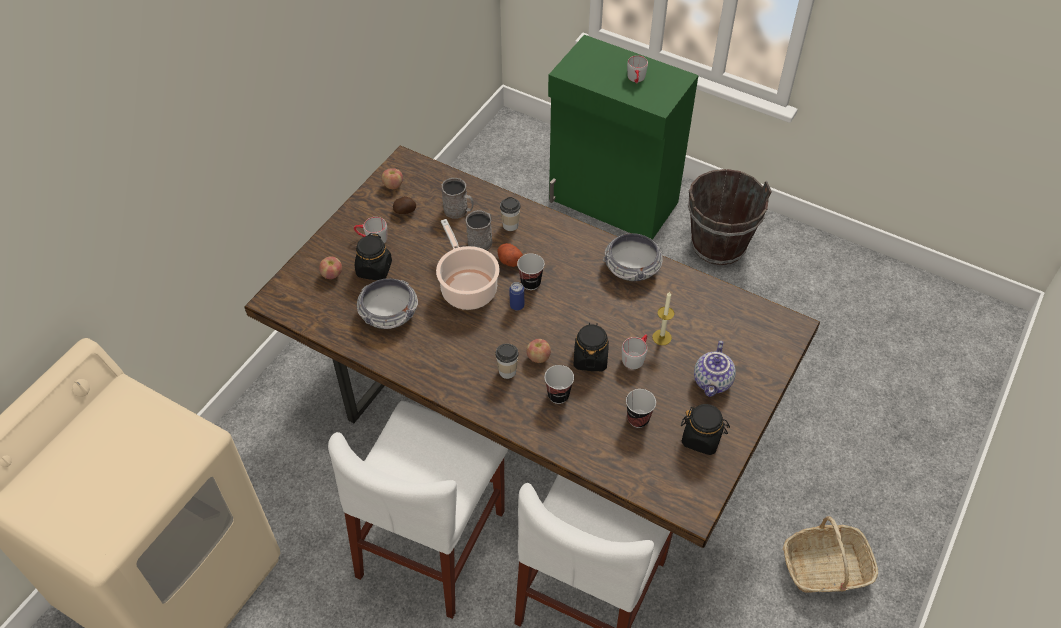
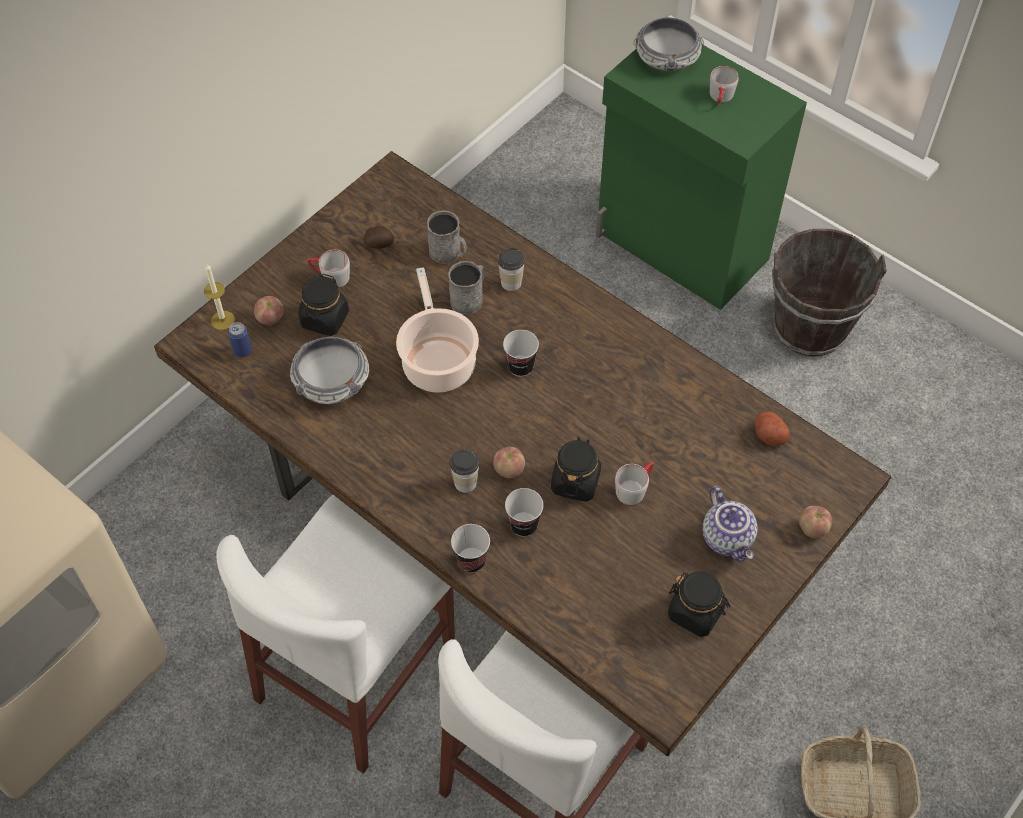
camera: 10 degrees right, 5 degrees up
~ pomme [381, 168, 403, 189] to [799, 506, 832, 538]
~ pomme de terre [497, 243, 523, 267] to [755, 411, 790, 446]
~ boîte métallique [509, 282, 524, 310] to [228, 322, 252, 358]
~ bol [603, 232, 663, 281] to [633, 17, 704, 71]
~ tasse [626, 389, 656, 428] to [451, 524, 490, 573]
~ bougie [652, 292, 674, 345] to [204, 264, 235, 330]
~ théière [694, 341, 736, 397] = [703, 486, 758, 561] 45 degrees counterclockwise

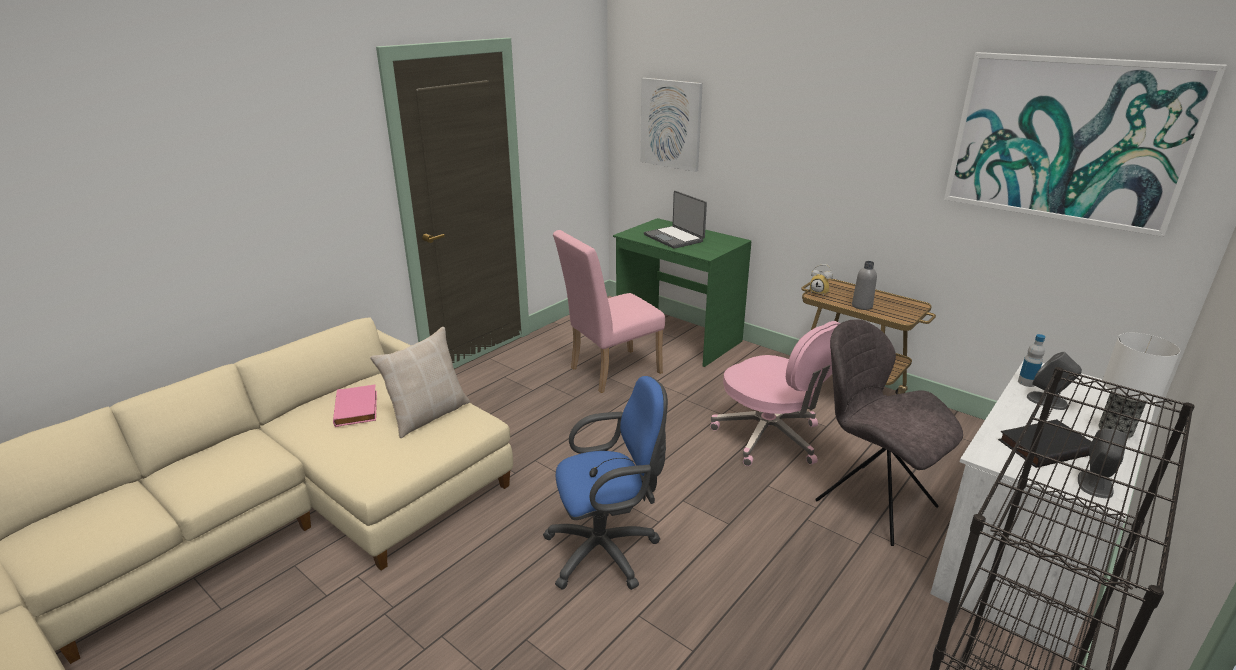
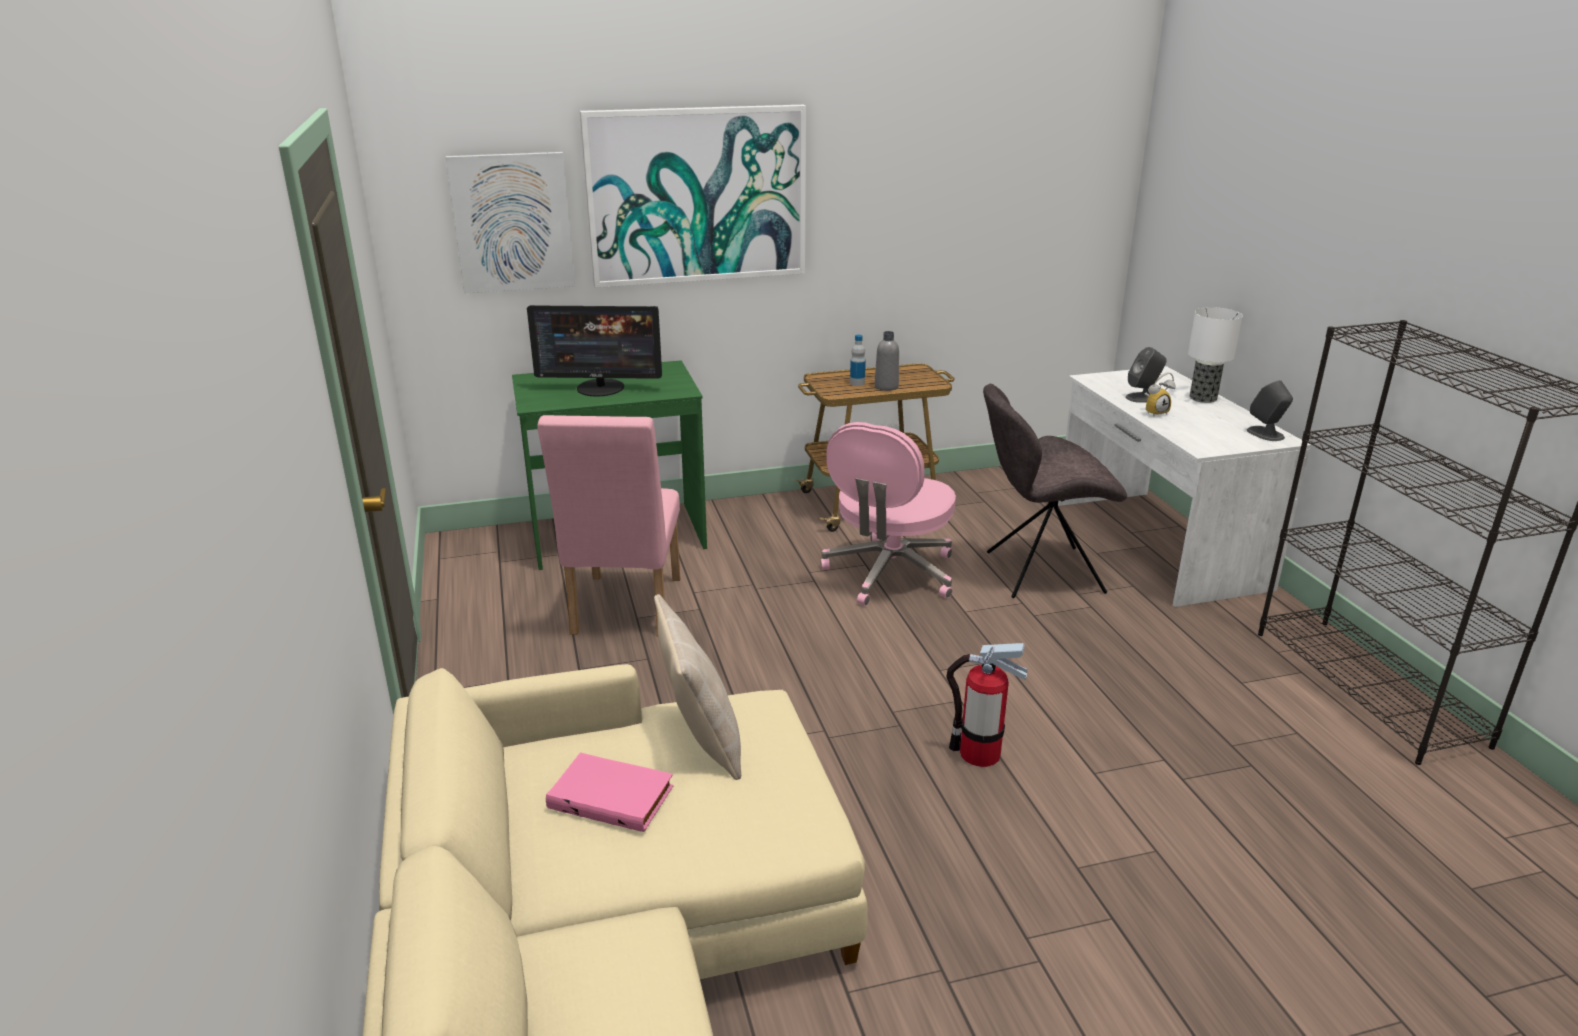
camera: 55 degrees left, 0 degrees up
- livre/noir [998, 419, 1092, 468]
~ réveil [810, 264, 833, 295] to [1145, 372, 1176, 416]
~ tableau [944, 52, 1227, 237] to [580, 105, 806, 288]
~ bouteille [1018, 334, 1045, 387] to [850, 335, 866, 386]
~ chaise de bureau/bleu [543, 376, 668, 590] to extincteur [946, 643, 1028, 767]
~ ordinateur portable [644, 191, 707, 249] to écran d'ordinateur [527, 305, 662, 396]
~ chaise de bureau/rose [710, 321, 841, 466] = [820, 422, 956, 606] 120 degrees clockwise

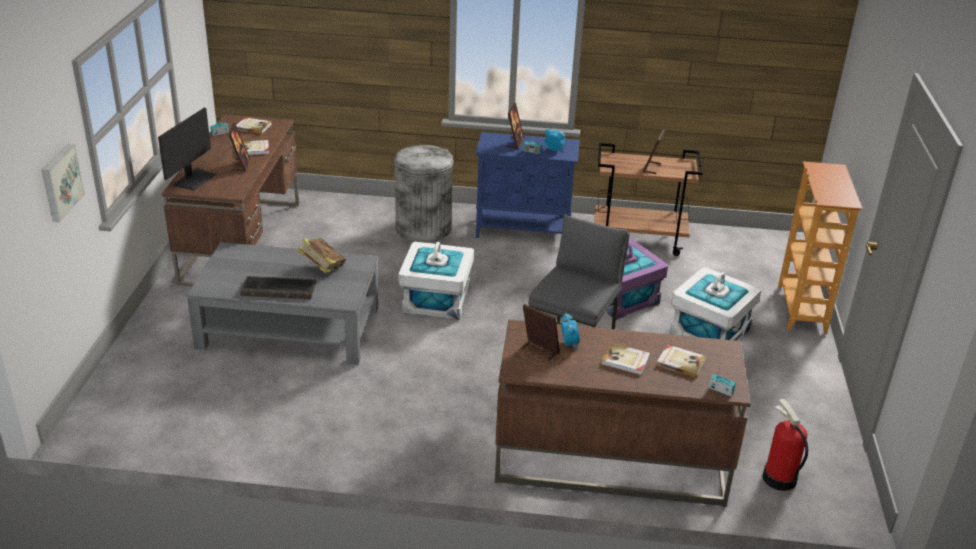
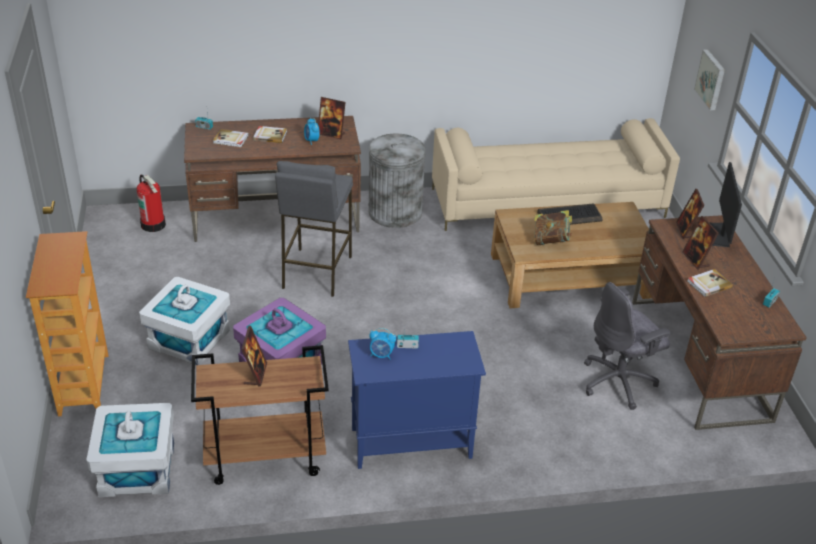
camera: 165 degrees right, 5 degrees up
- livre [236, 117, 272, 134]
+ canapé/beige [432, 118, 680, 231]
+ chaise de bureau/gris [584, 282, 671, 410]
~ poubelle/gris [394, 145, 453, 242] to [369, 134, 426, 228]
~ boîte de rangement/blanc [399, 242, 474, 320] to [86, 403, 174, 497]
~ cadre photo [506, 103, 524, 149] to [676, 189, 704, 239]
~ table basse/gris [187, 242, 378, 365] to table basse/marron [491, 202, 652, 308]

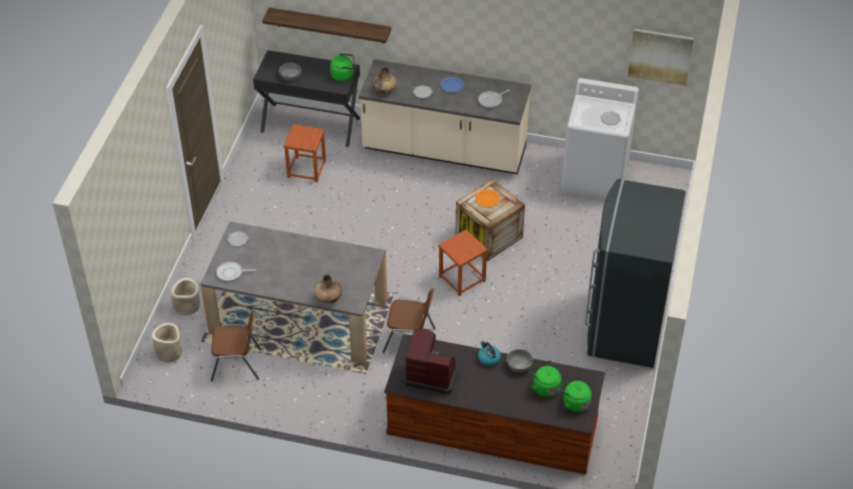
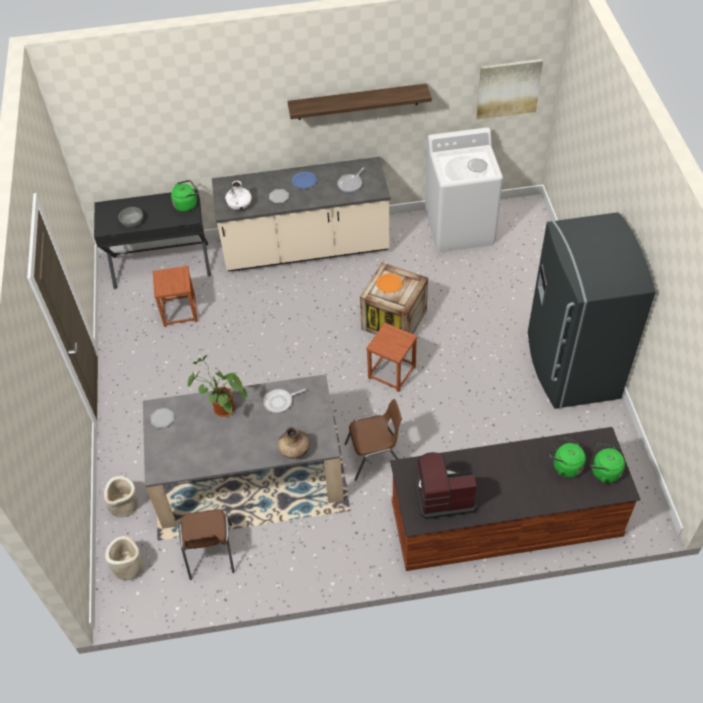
camera: 20 degrees left, 5 degrees up
- bouilloire [478, 341, 501, 366]
- bol/gris [507, 349, 533, 373]
+ plante en pot [188, 355, 247, 417]
~ poêle [216, 261, 257, 282] to [263, 388, 306, 414]
~ étagère [262, 8, 391, 43] to [288, 83, 432, 120]
~ vase/marron [372, 66, 397, 93] to vase/blanc [225, 181, 252, 210]
~ chaise/marron [211, 310, 261, 382] = [179, 509, 235, 580] 105 degrees clockwise

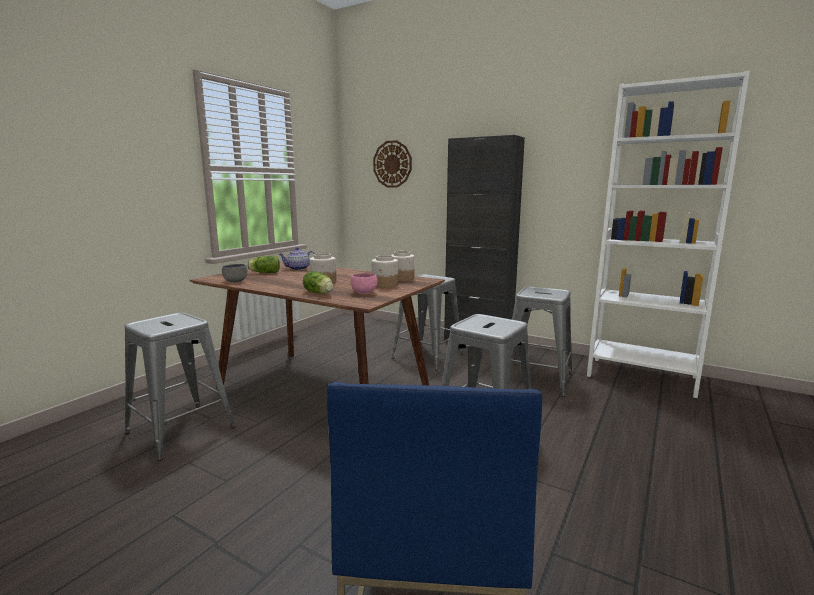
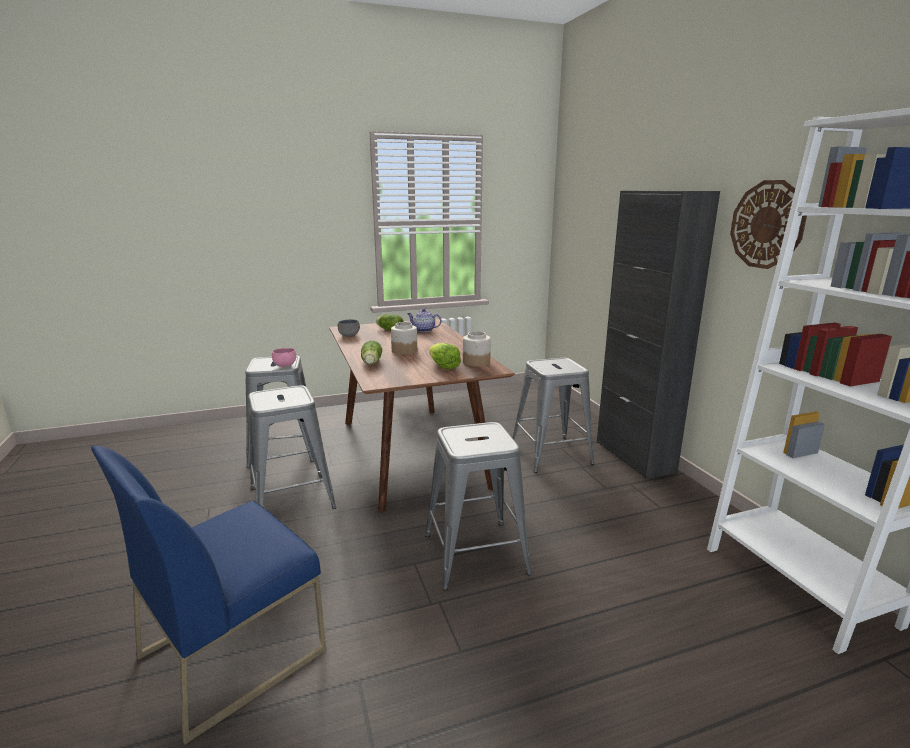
camera: 40 degrees right, 5 degrees up
~ bol/rose [351, 273, 378, 294] to [272, 348, 296, 367]
~ horloge murale [373, 140, 412, 188] to [730, 180, 807, 269]
~ tabouret/gris [511, 287, 573, 397] to [248, 385, 336, 509]
~ bocal [372, 255, 398, 288] to laitue [429, 343, 461, 369]

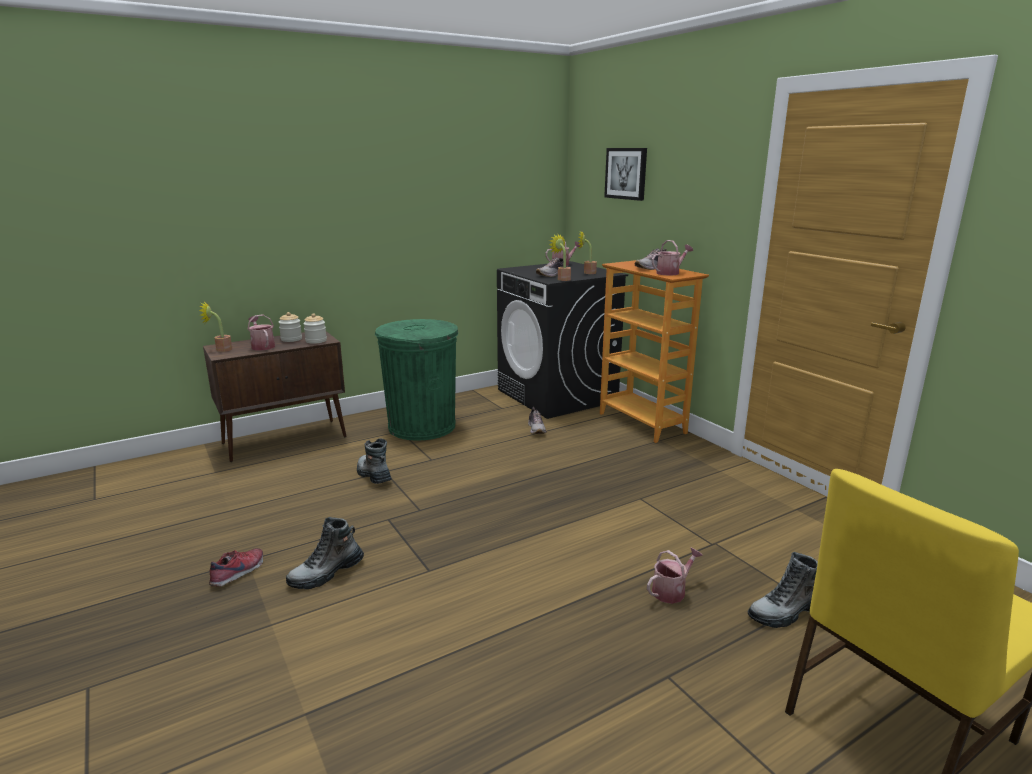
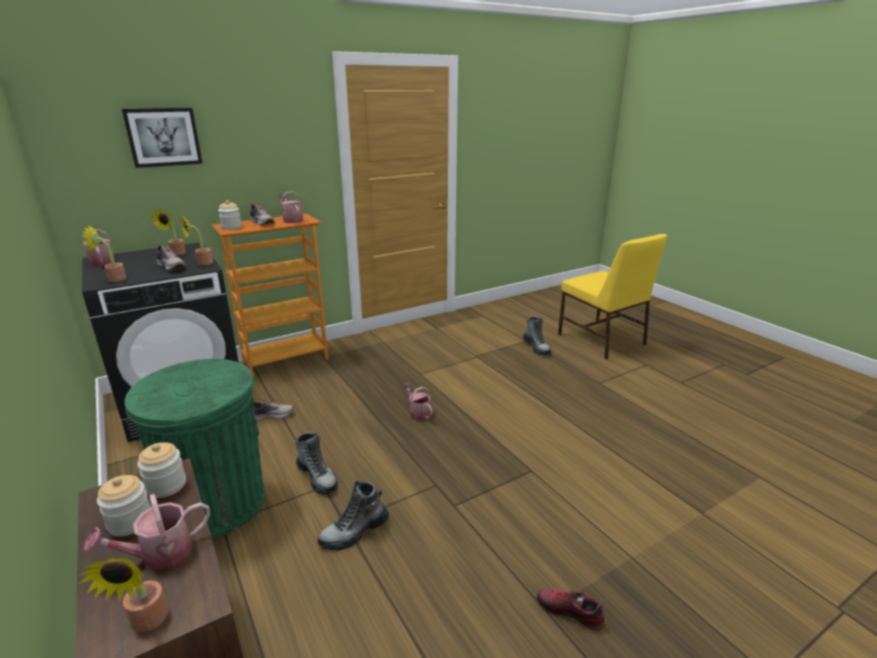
camera: 90 degrees left, 5 degrees up
+ plante en pot [81, 226, 127, 282]
+ bocal [218, 200, 242, 229]
~ botte [286, 517, 364, 589] to [296, 432, 338, 495]
~ arrosoir [647, 547, 703, 604] to [402, 383, 433, 421]

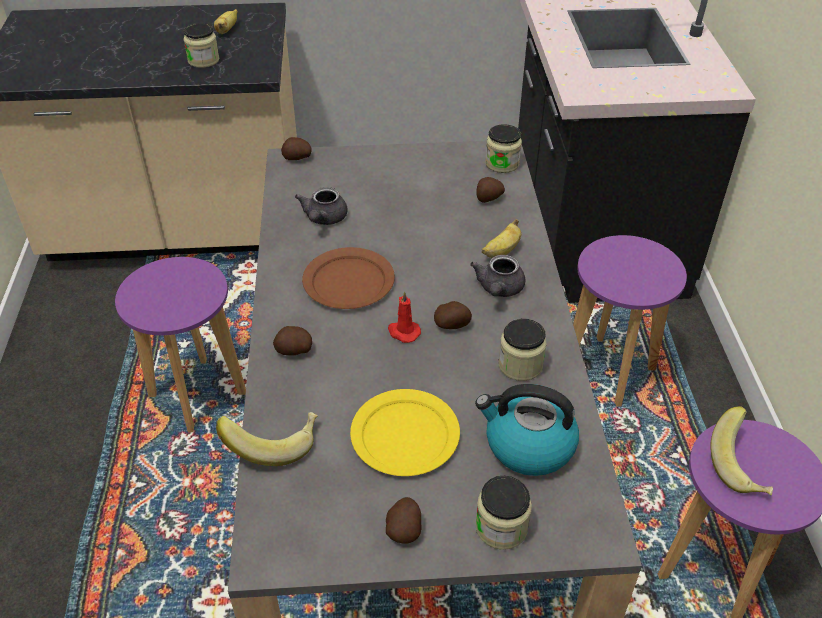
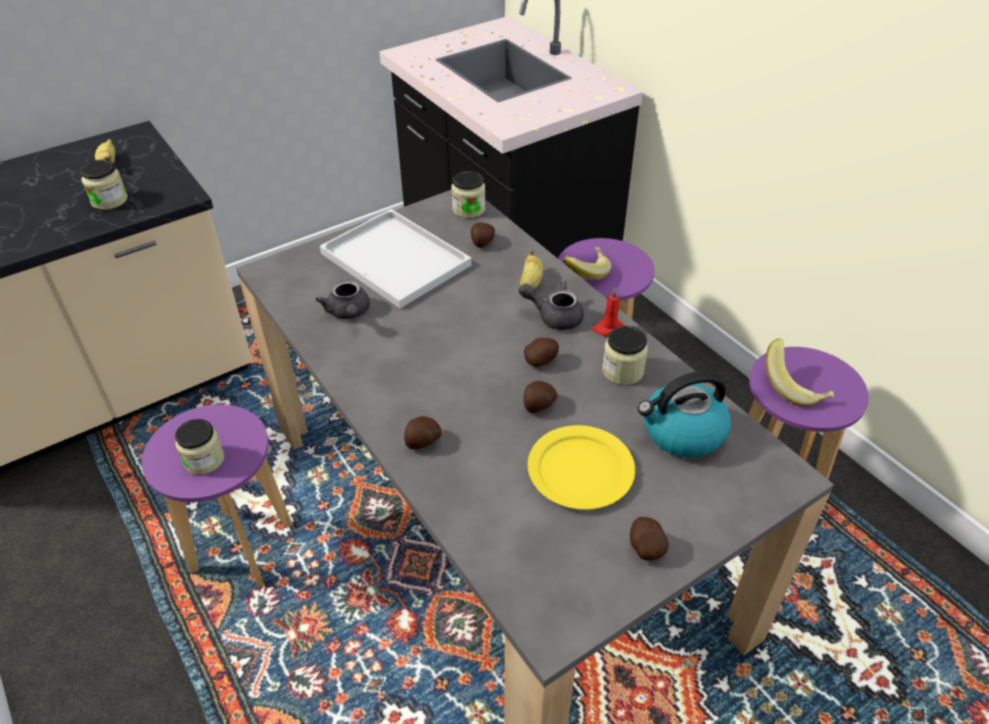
camera: 30 degrees left, 0 degrees up
- assiette/marron [302, 247, 395, 309]
+ plateau/blanc [320, 209, 472, 308]
~ banane [216, 412, 318, 466] to [563, 247, 611, 280]
~ pomme de terre [281, 137, 311, 160] to [524, 381, 558, 413]
~ bougie/rouge [388, 291, 421, 343] to [592, 288, 625, 337]
~ bocal [475, 476, 532, 550] to [175, 419, 224, 475]
~ théière/gris [470, 255, 525, 297] = [519, 279, 584, 330] 120 degrees clockwise

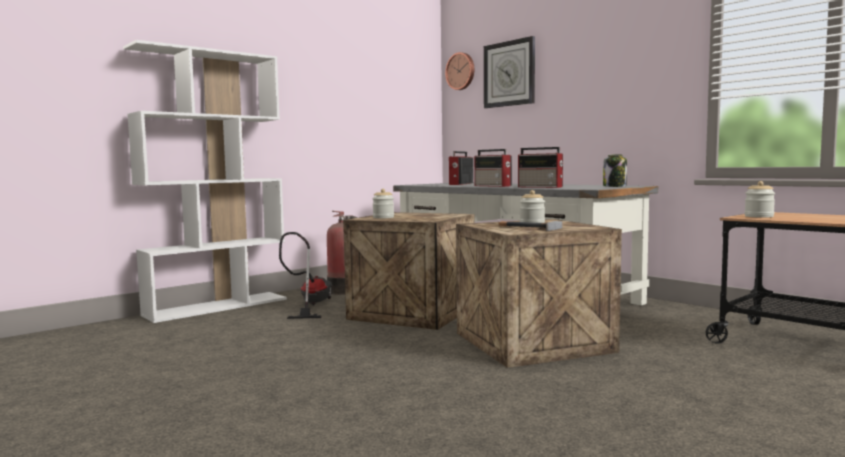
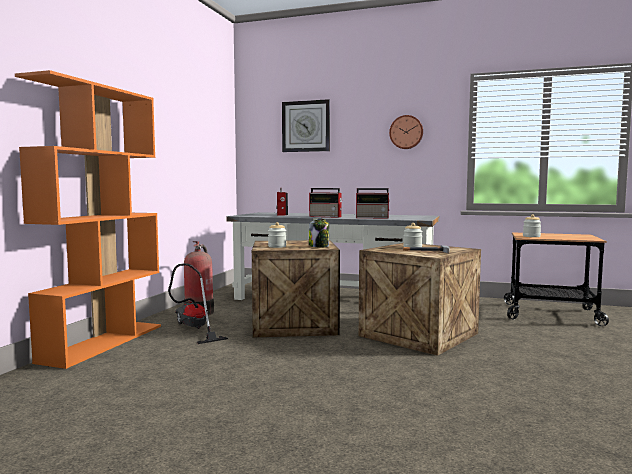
camera: 30 degrees left, 0 degrees up
~ horloge murale [445, 52, 474, 90] to [389, 115, 423, 149]
~ bocal [603, 154, 627, 187] to [309, 218, 329, 248]
~ bibliothèque/blanc [123, 40, 287, 323] to bibliothèque/orange [15, 70, 161, 369]

